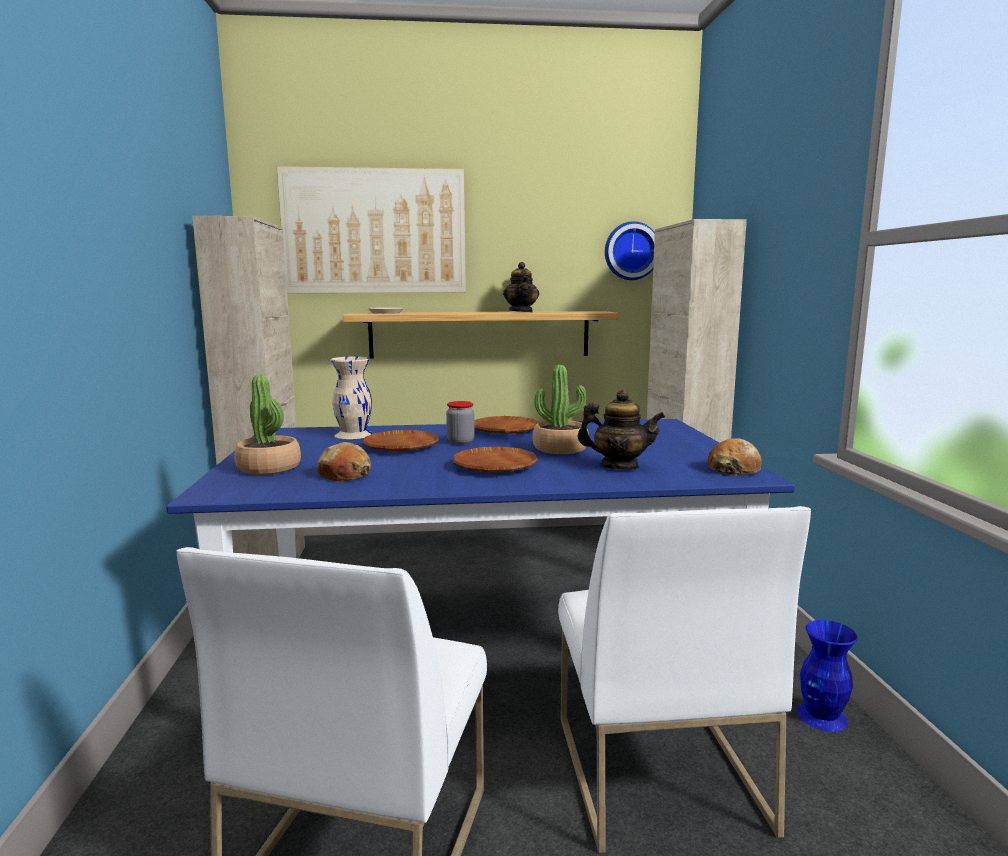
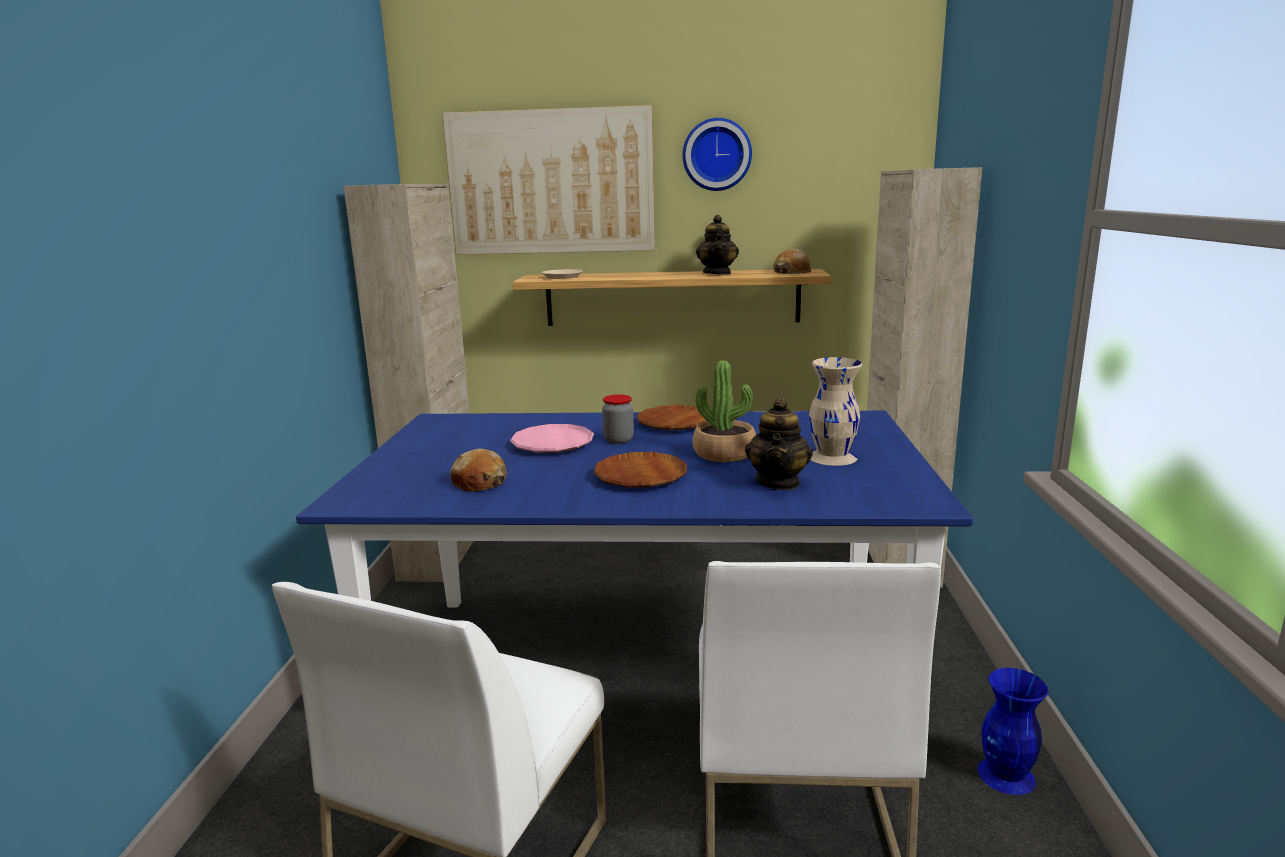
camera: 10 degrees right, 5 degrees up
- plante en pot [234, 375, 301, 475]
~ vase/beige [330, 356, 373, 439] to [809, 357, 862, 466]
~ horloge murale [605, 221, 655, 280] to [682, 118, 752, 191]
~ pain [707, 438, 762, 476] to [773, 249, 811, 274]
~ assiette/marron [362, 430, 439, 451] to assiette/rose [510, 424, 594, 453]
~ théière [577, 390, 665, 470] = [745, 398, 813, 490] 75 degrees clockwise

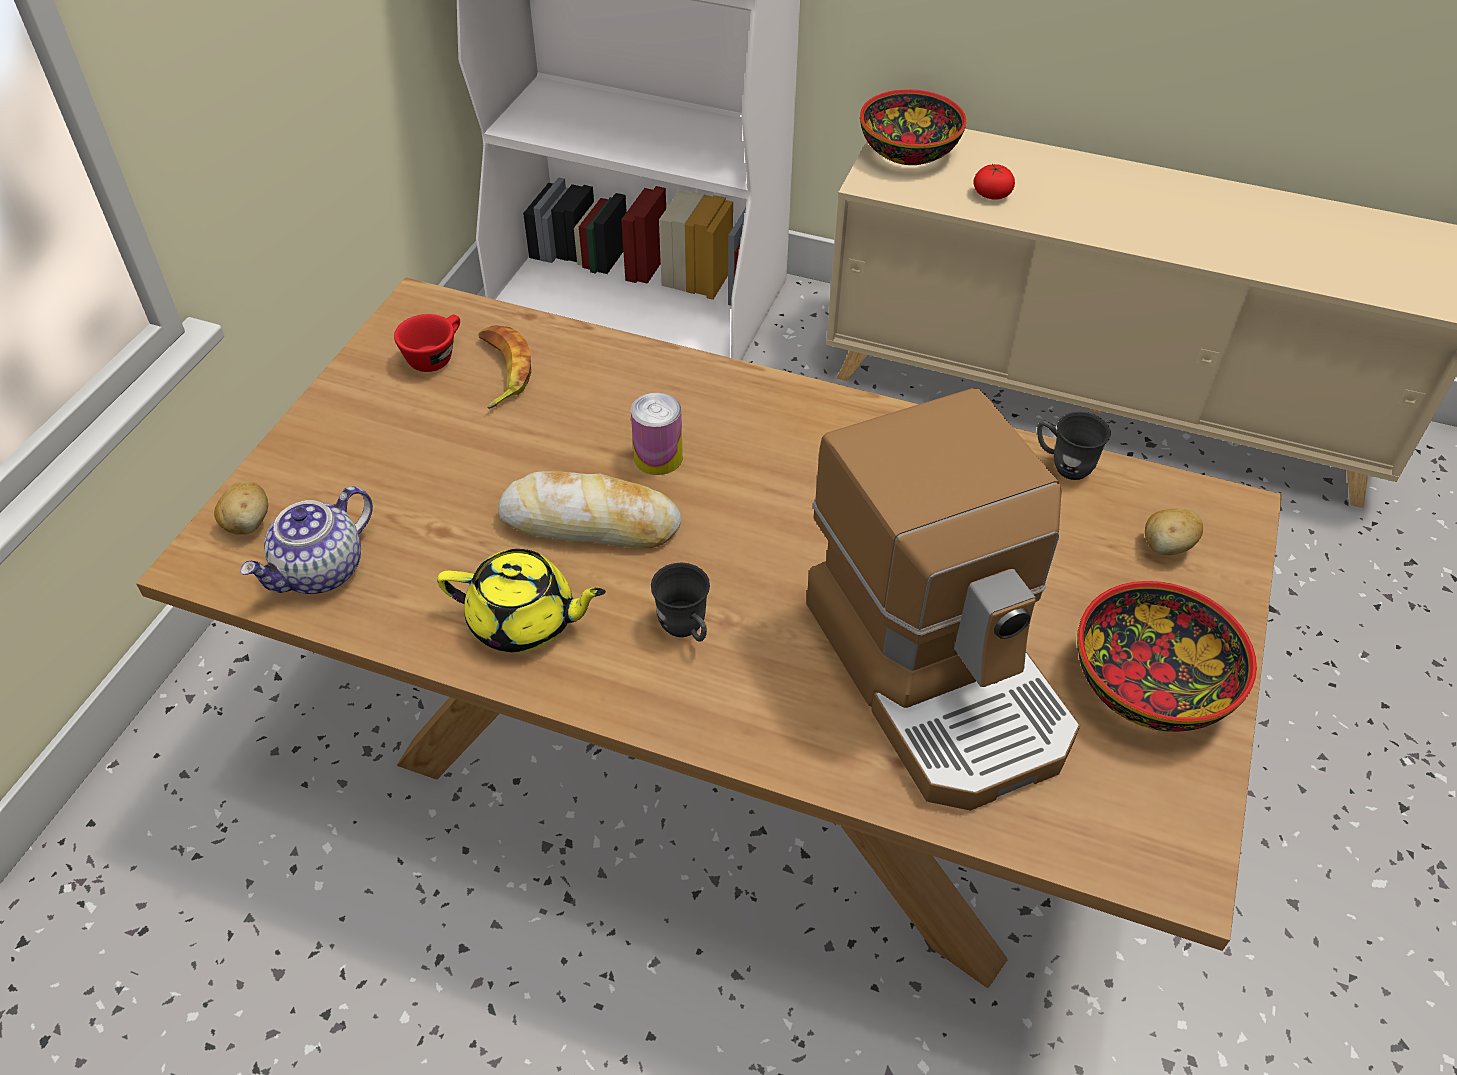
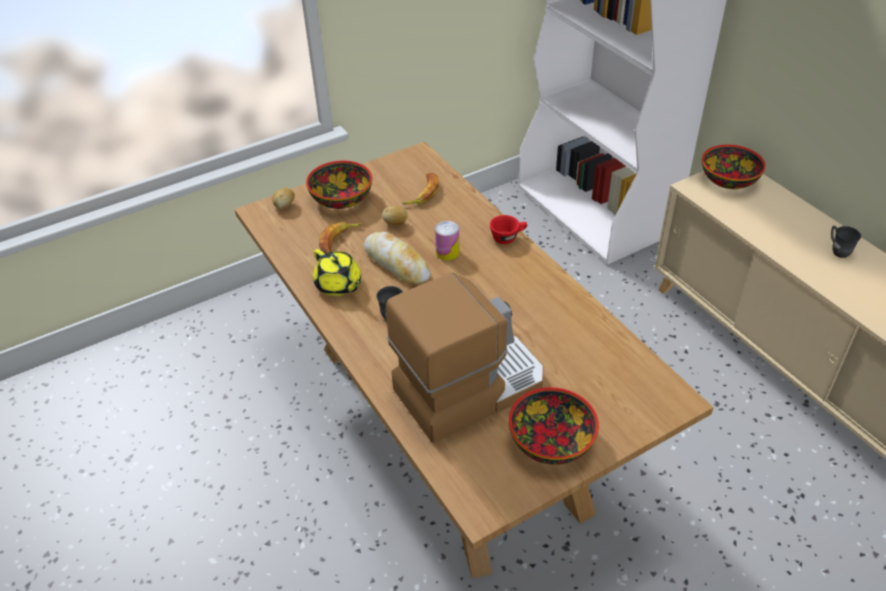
camera: 40 degrees right, 5 degrees down
- théière [240, 486, 373, 594]
- tomate [974, 163, 1015, 200]
+ bol [306, 160, 372, 209]
+ banane [319, 222, 363, 254]
~ tasse/rouge [394, 314, 460, 372] to [490, 215, 527, 244]
~ mug/gris [1037, 411, 1111, 480] to [831, 226, 861, 258]
~ pomme de terre [1145, 508, 1203, 555] to [382, 206, 408, 225]
~ machine à café [806, 388, 1080, 811] = [386, 273, 544, 443] 135 degrees counterclockwise

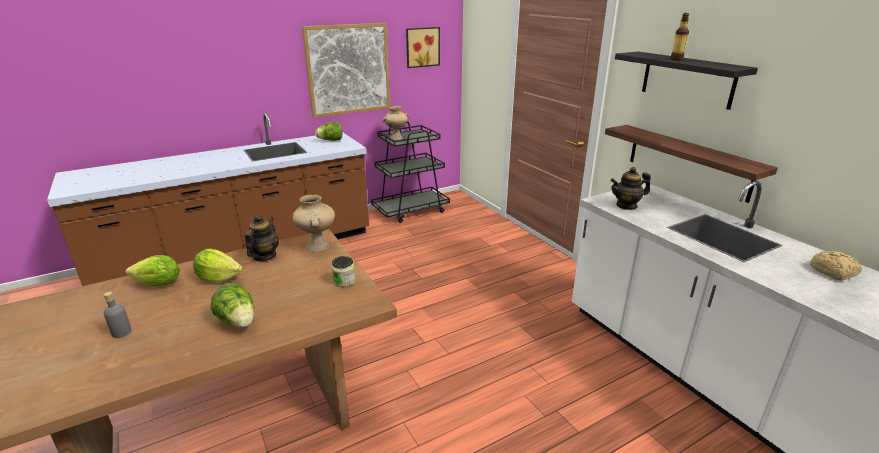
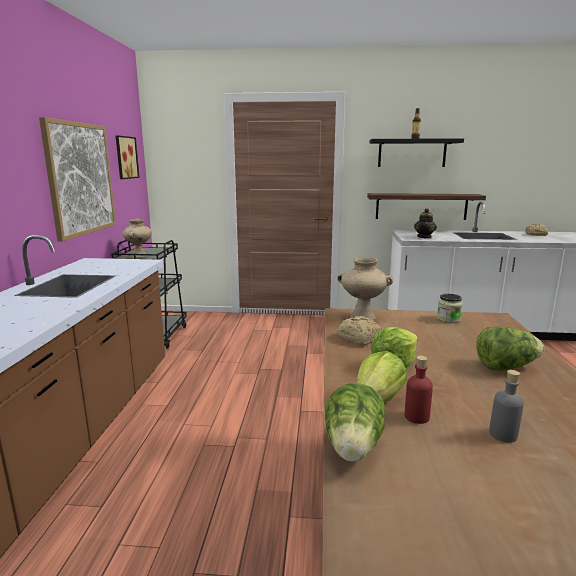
camera: 55 degrees left, 10 degrees down
+ bouteille/rouge [405, 356, 433, 424]
~ laitue [315, 122, 343, 141] to [325, 383, 385, 462]
~ théière [245, 215, 279, 261] to pain [337, 316, 383, 345]

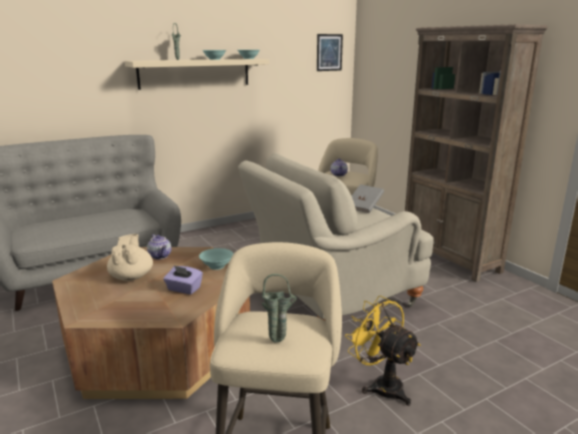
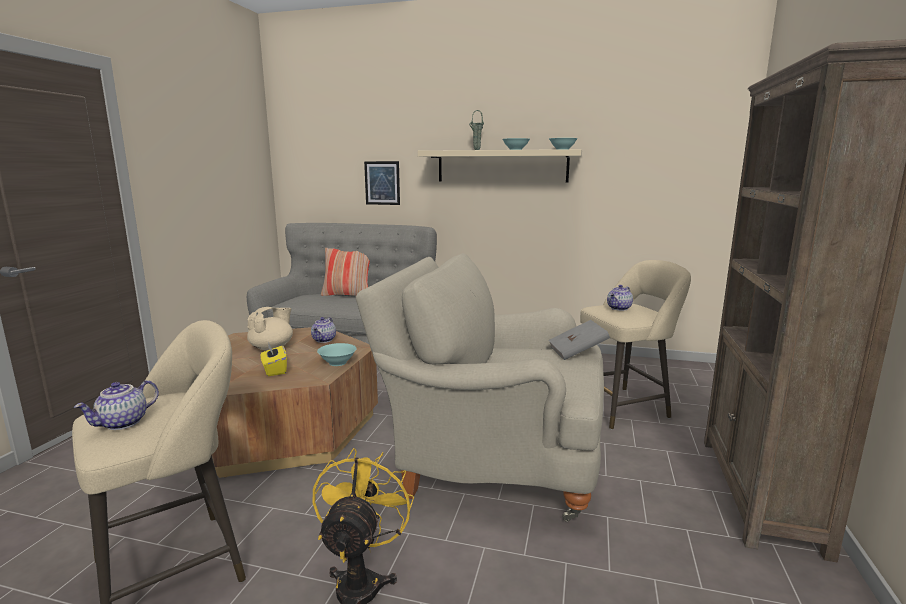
camera: 45 degrees right, 5 degrees down
+ coussin [321, 248, 370, 296]
~ tableau [317, 34, 343, 71] to [364, 161, 400, 205]
~ vase/vert [262, 274, 297, 342] to théière [74, 380, 159, 430]
~ boîte à mouchoirs/violet [163, 265, 203, 294] to boîte à mouchoirs/jaune [260, 342, 287, 376]

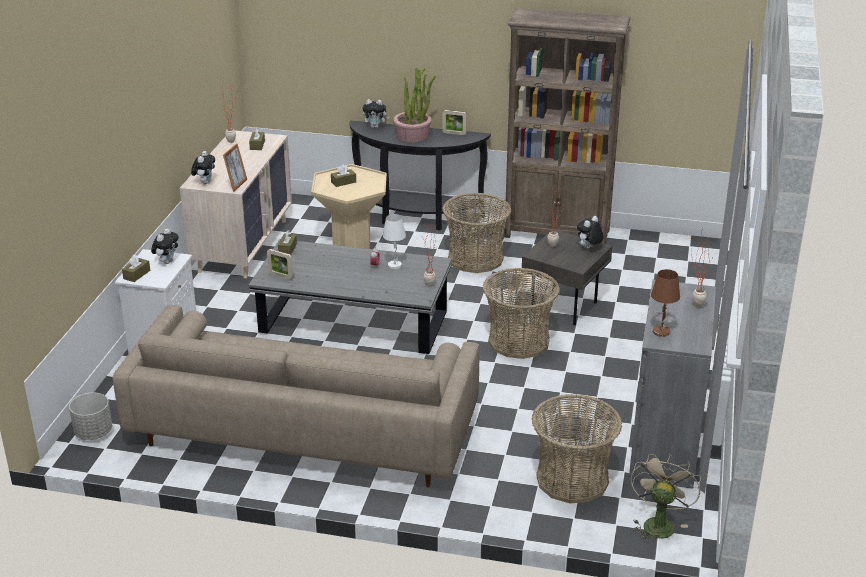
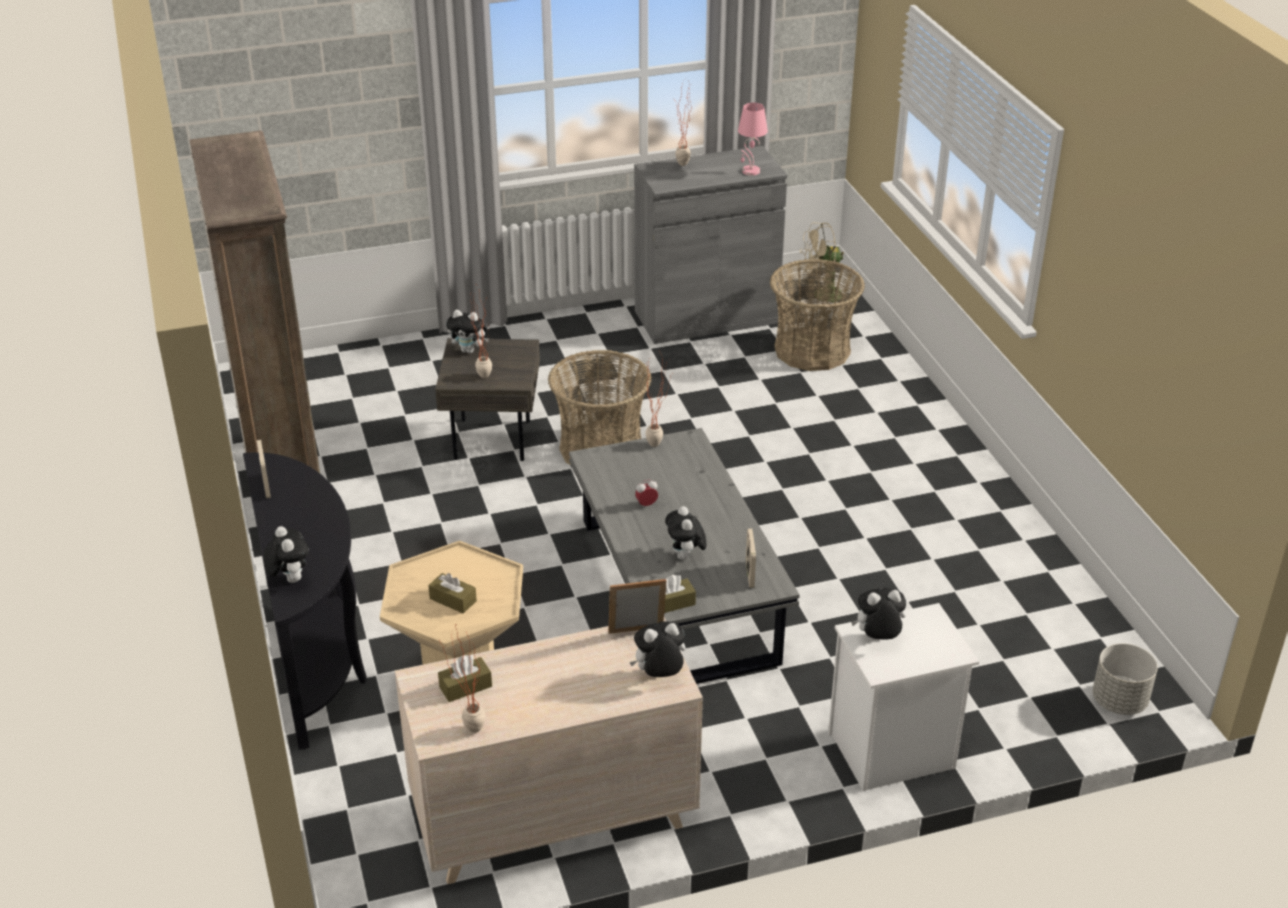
camera: 120 degrees left, 5 degrees up
- canapé/beige [113, 305, 479, 487]
- boîte à mouchoirs/marron [122, 255, 150, 282]
- lampe de table/blanc [383, 214, 406, 269]
- plante en pot [393, 67, 436, 142]
- panier [442, 193, 511, 273]
+ peluche [665, 506, 706, 560]
~ lampe de table/marron [651, 269, 680, 337] to lampe de table/rose [738, 103, 768, 176]

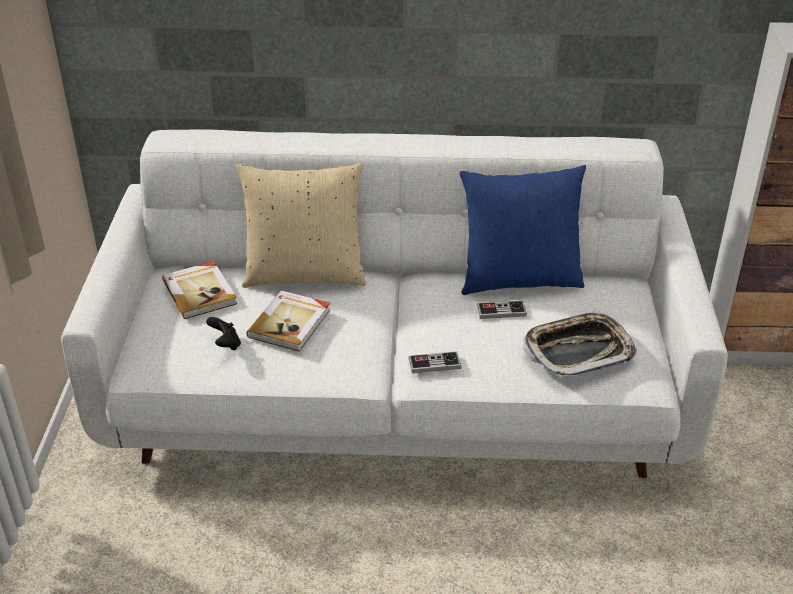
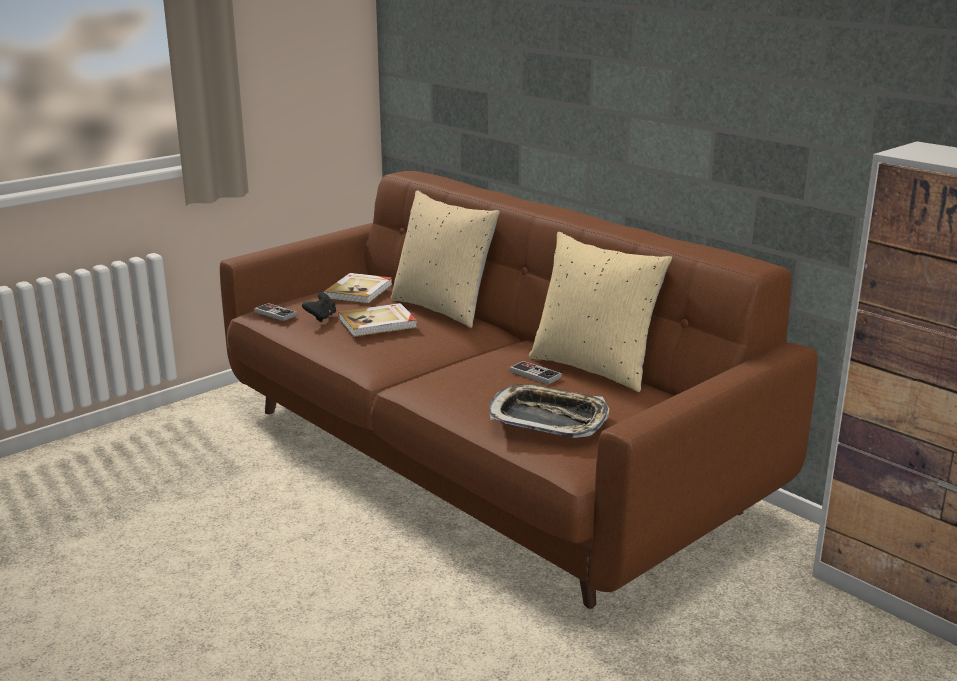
camera: 45 degrees right, 15 degrees down
~ manette [408, 351, 461, 373] to [254, 303, 297, 321]
~ canapé/blanc [61, 129, 728, 478] to canapé/marron [220, 171, 818, 609]
~ coussin/bleu [459, 165, 586, 295] to coussin/beige [529, 232, 672, 392]

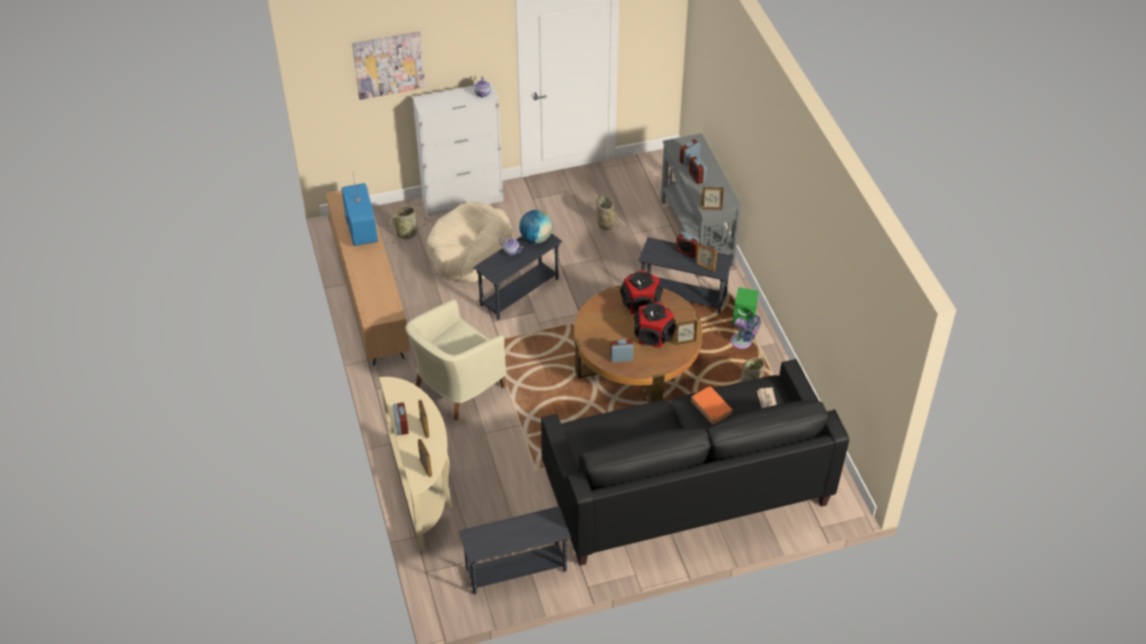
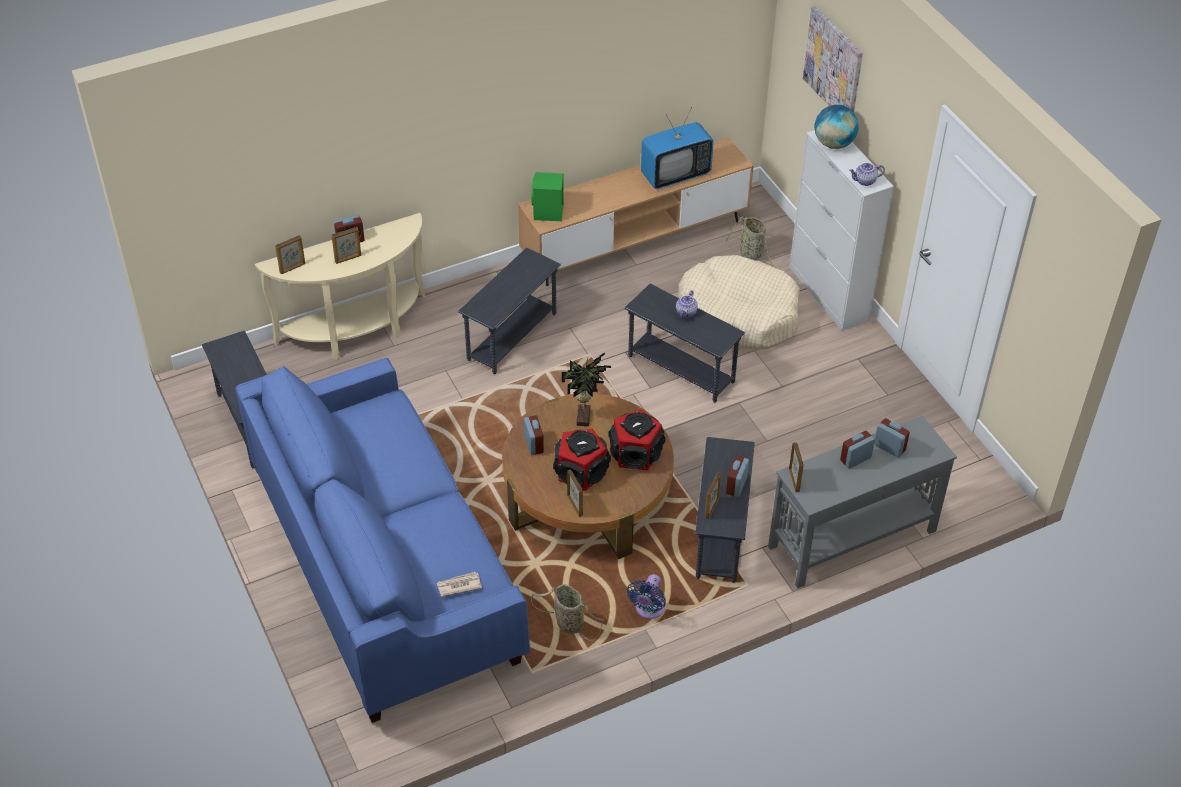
camera: 80 degrees right, 0 degrees up
- panier [586, 195, 627, 236]
- livre/orange [691, 386, 733, 424]
+ plante en pot [562, 353, 611, 426]
~ globe [519, 210, 553, 243] to [814, 105, 859, 149]
~ enceinte/vert [732, 287, 758, 326] to [531, 172, 564, 221]
~ fauteuil/beige [406, 300, 506, 420] to table d'appoint/gris [458, 248, 561, 374]
~ canapé/noir [541, 359, 849, 566] to canapé/bleu [235, 358, 530, 723]

